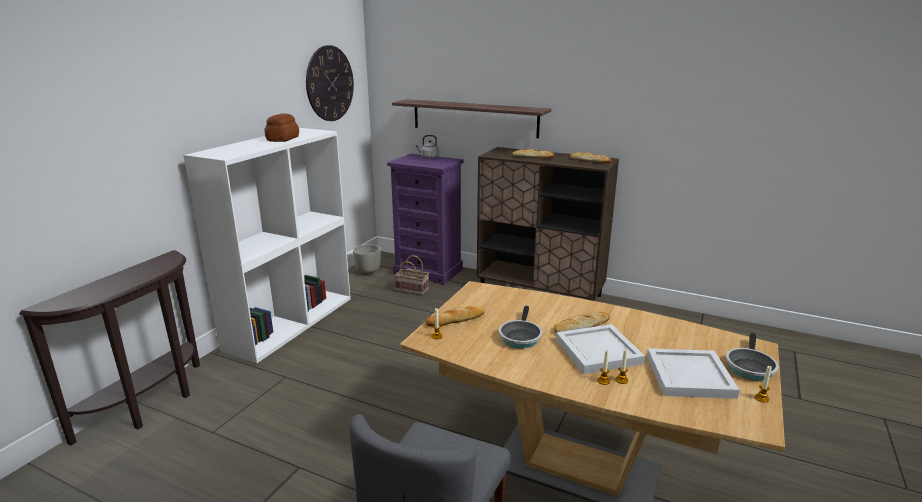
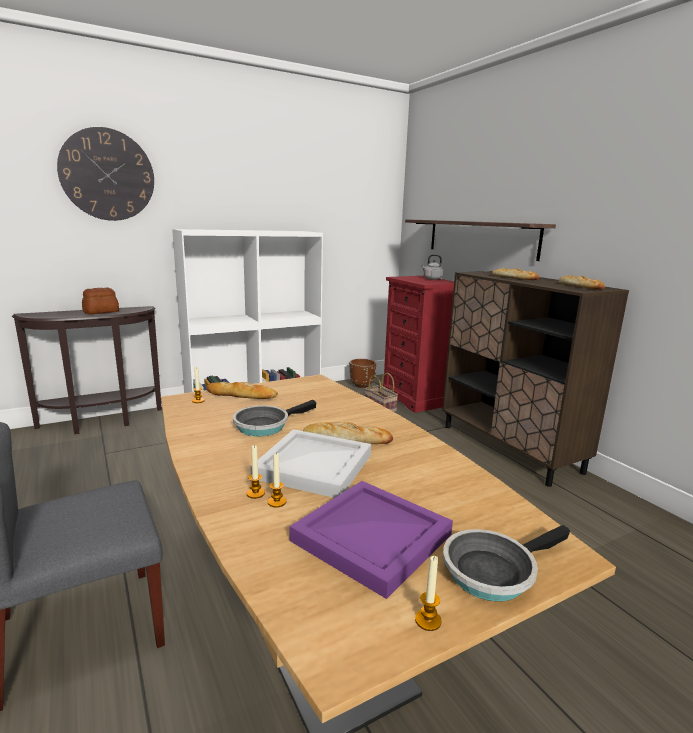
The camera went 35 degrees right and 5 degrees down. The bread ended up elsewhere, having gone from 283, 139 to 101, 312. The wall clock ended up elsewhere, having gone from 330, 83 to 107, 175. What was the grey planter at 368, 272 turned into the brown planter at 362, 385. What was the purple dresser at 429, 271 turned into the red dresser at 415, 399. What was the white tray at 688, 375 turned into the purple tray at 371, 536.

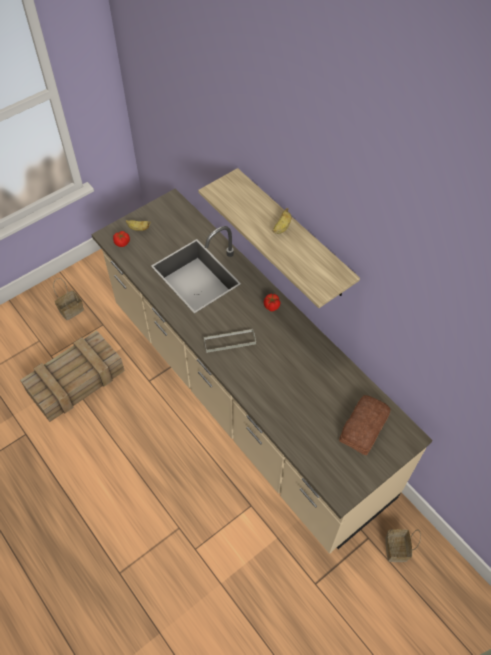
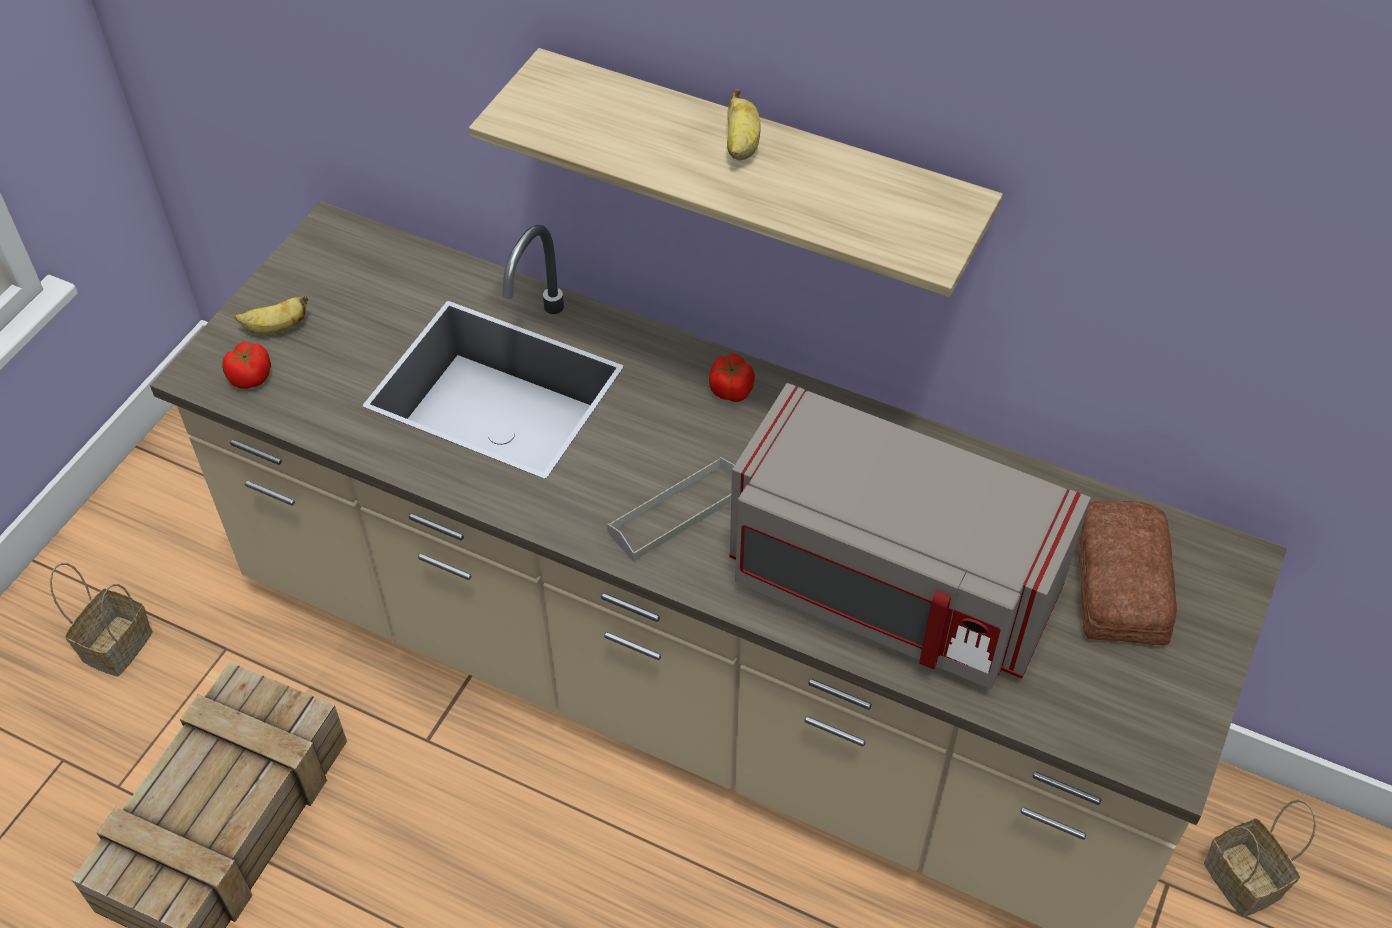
The camera went 25 degrees left and 5 degrees down. The second view gained the grey microwave at 888, 589.

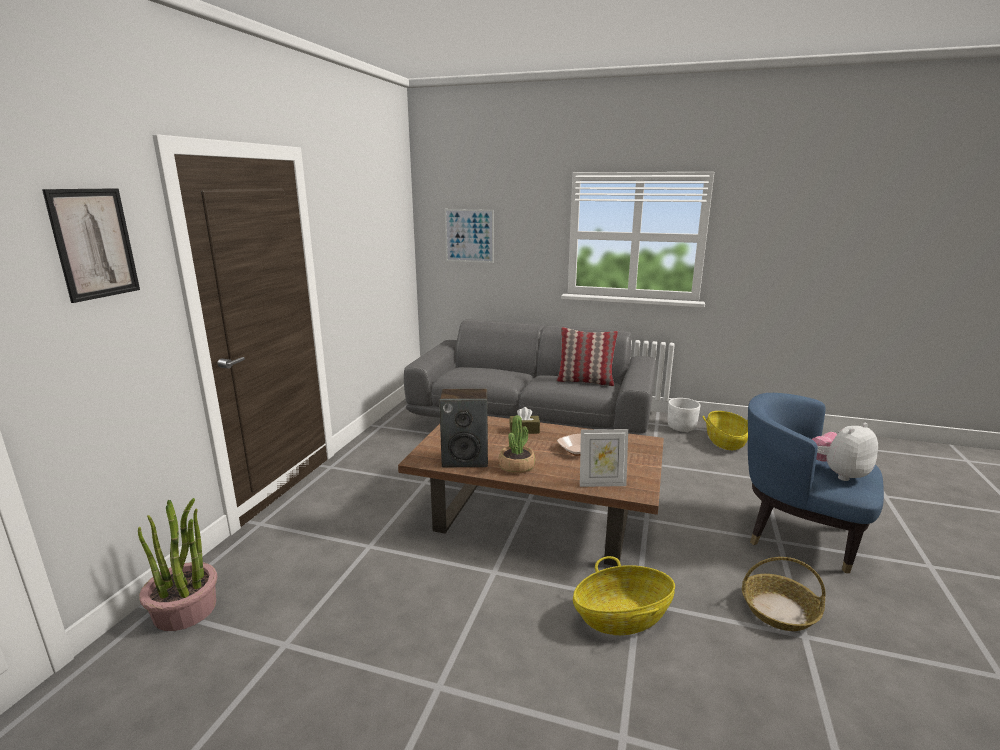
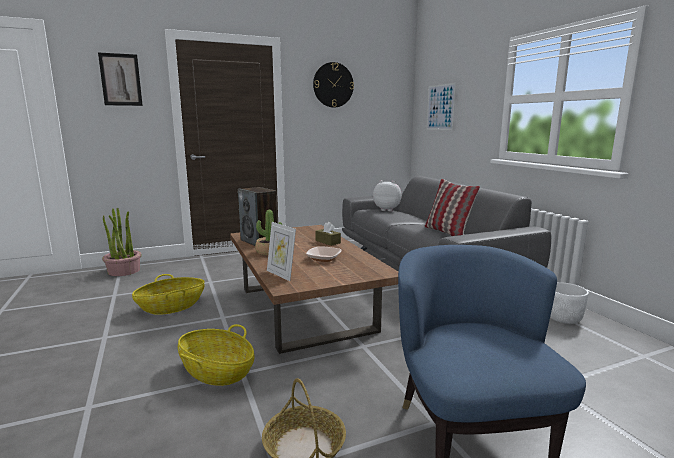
The camera went 50 degrees right and 5 degrees down. The basket ended up elsewhere, having gone from 725, 441 to 171, 307. The plush toy ended up elsewhere, having gone from 838, 473 to 387, 209. The second view gained the wall clock at 333, 85.

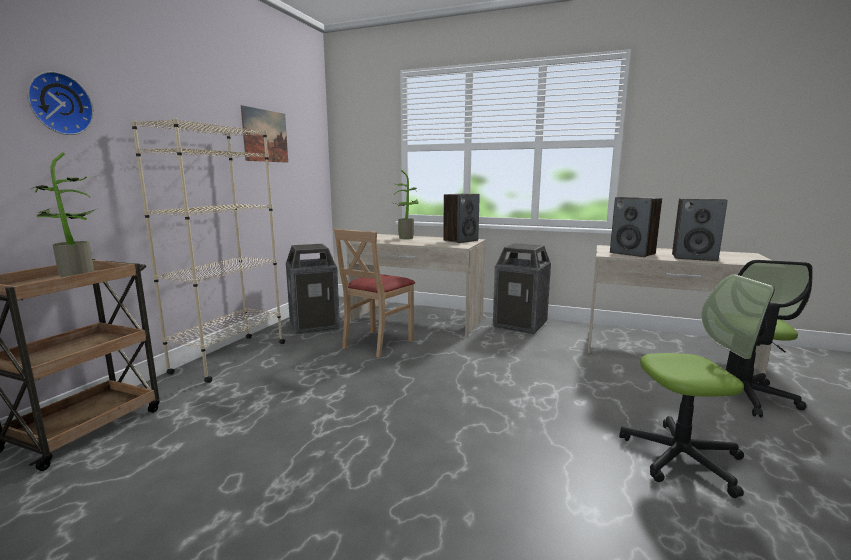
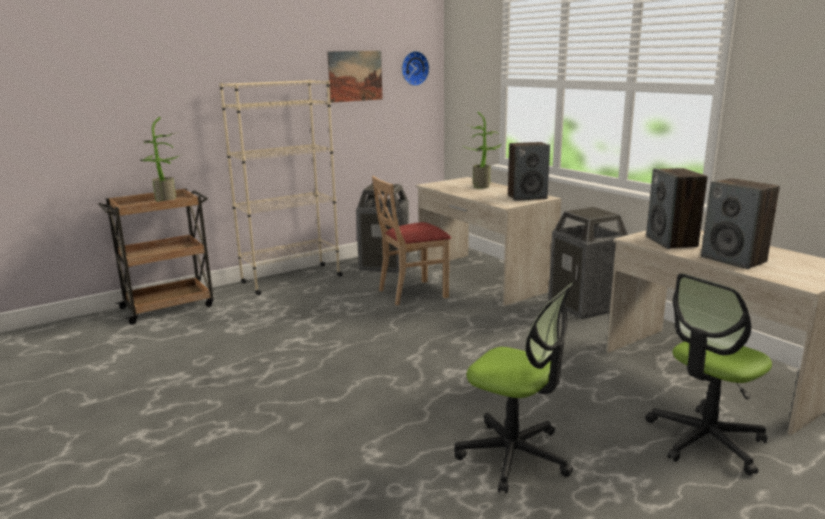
The camera went 35 degrees right and 5 degrees up. The wall clock ended up elsewhere, having gone from 59, 104 to 413, 68.

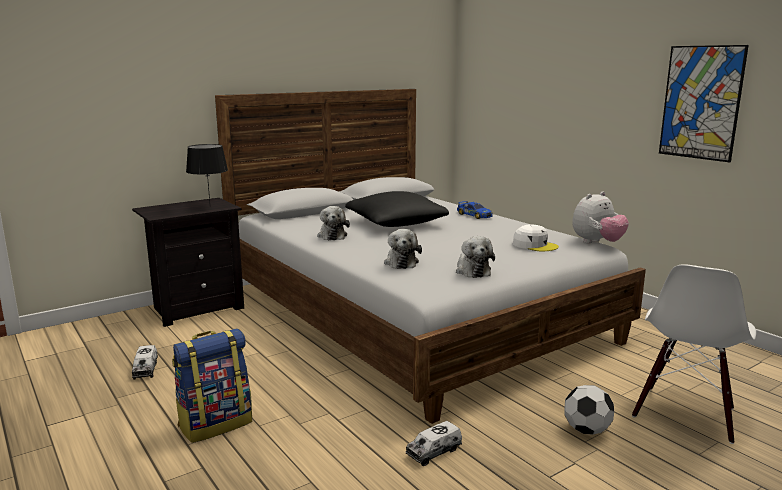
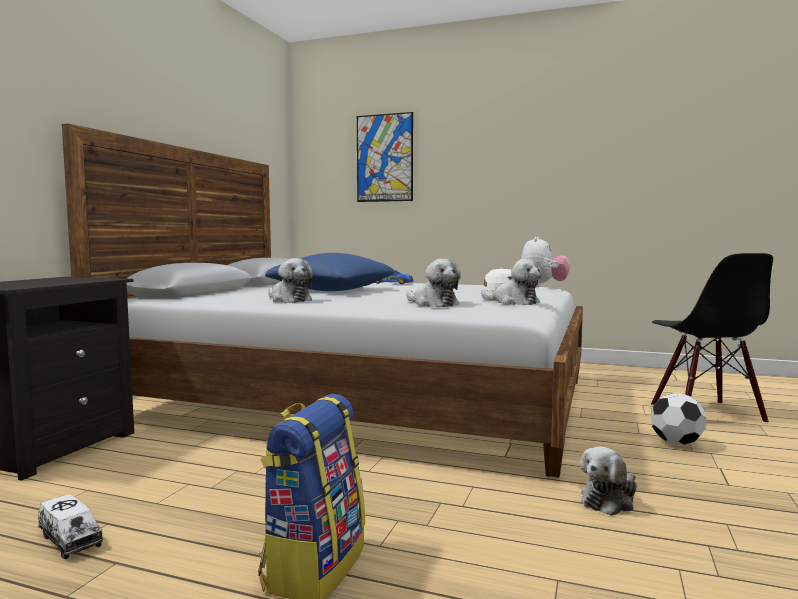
The camera went 35 degrees left and 10 degrees down. The second view lost the black table lamp at 209, 206. What was the black pillow at 395, 223 turned into the blue pillow at 332, 290. Where the toy truck stood at 434, 452, the plush toy came to stand at 609, 500. What was the white chair at 685, 413 turned into the black chair at 705, 414. The picture ended up elsewhere, having gone from 701, 102 to 384, 158.

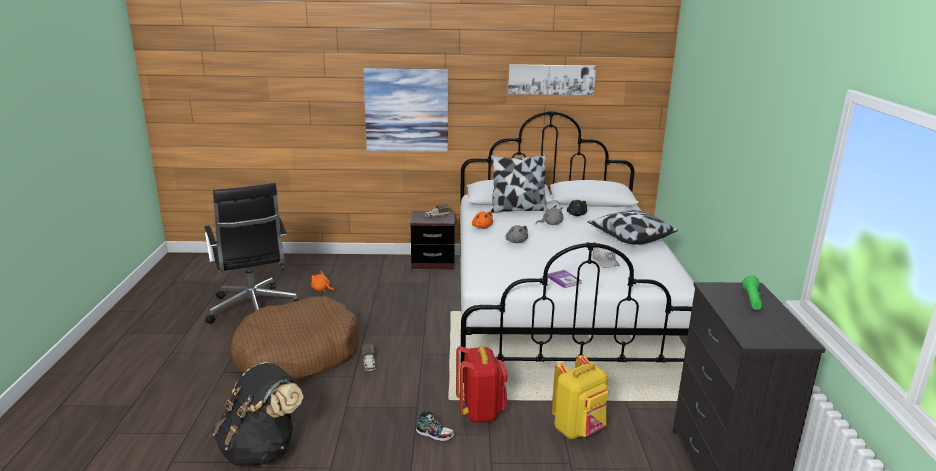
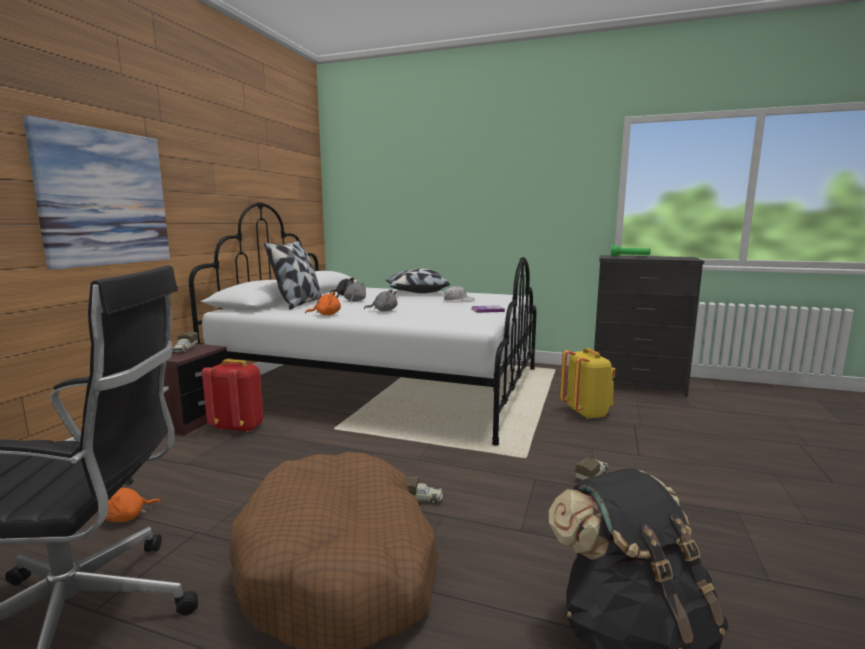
The camera went 70 degrees left and 10 degrees down. Where the shoe stood at 435, 435, the toy truck came to stand at 592, 475. The red backpack ended up elsewhere, having gone from 481, 412 to 238, 427. The second view lost the picture at 551, 79.

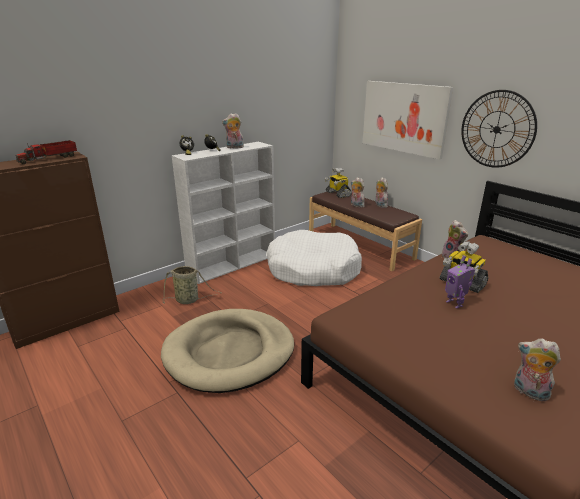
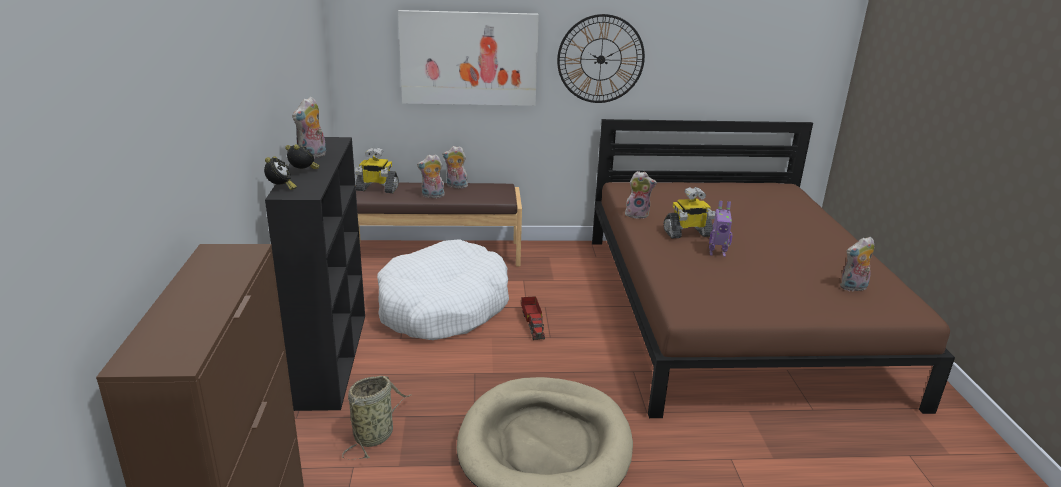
The camera went 55 degrees left and 0 degrees up. The toy truck ended up elsewhere, having gone from 50, 158 to 533, 323. What was the white bookcase at 233, 264 turned into the black bookcase at 332, 357.

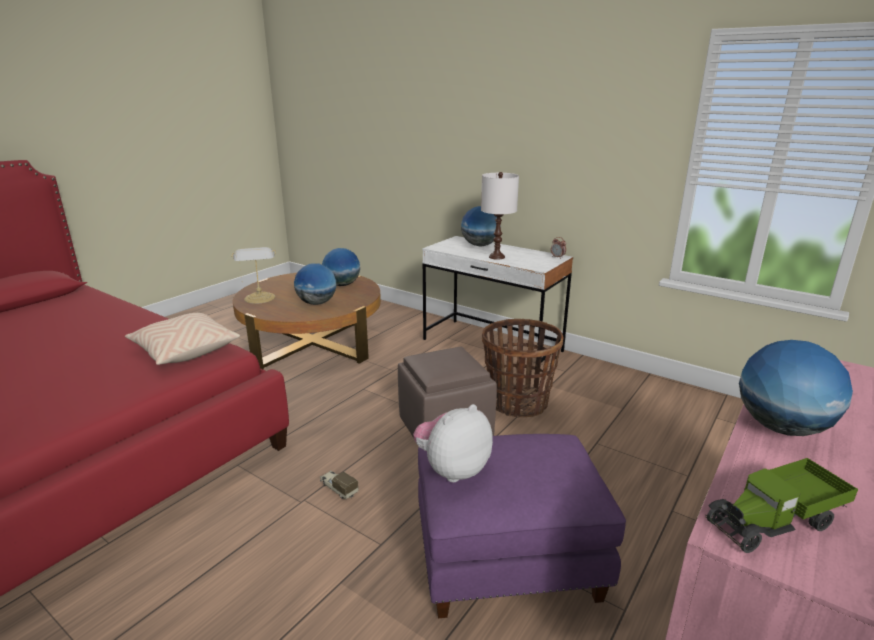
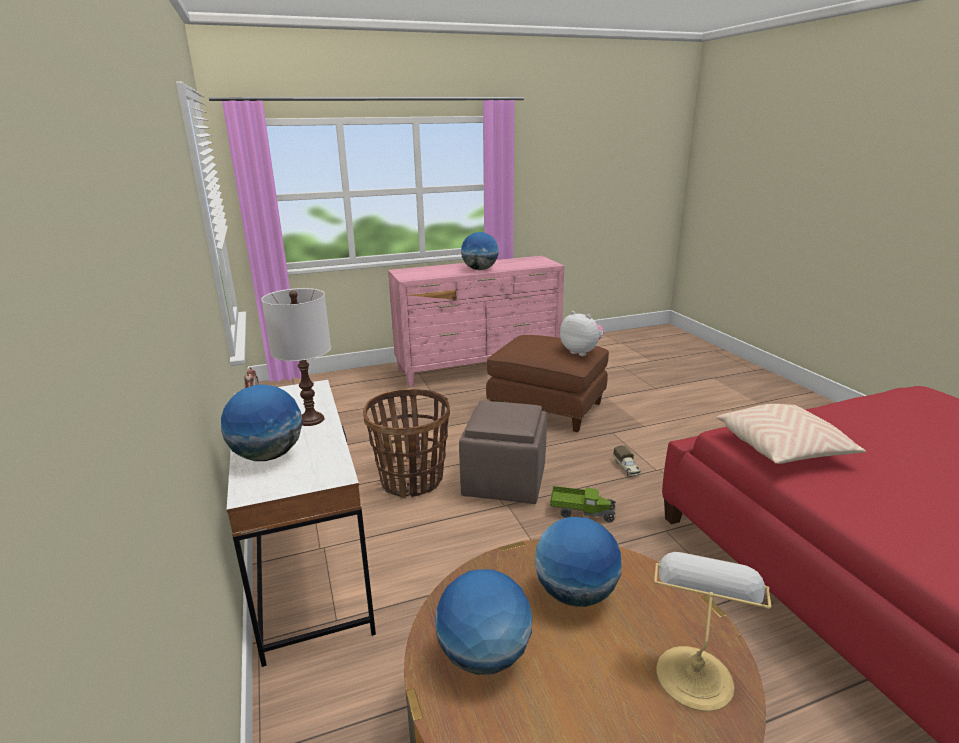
The camera went 145 degrees left and 0 degrees up. The plush toy at 452, 469 ended up facing another way, 135 degrees counterclockwise from before. What was the purple ottoman at 508, 558 turned into the brown ottoman at 546, 408. The toy truck ended up elsewhere, having gone from 775, 521 to 581, 512.

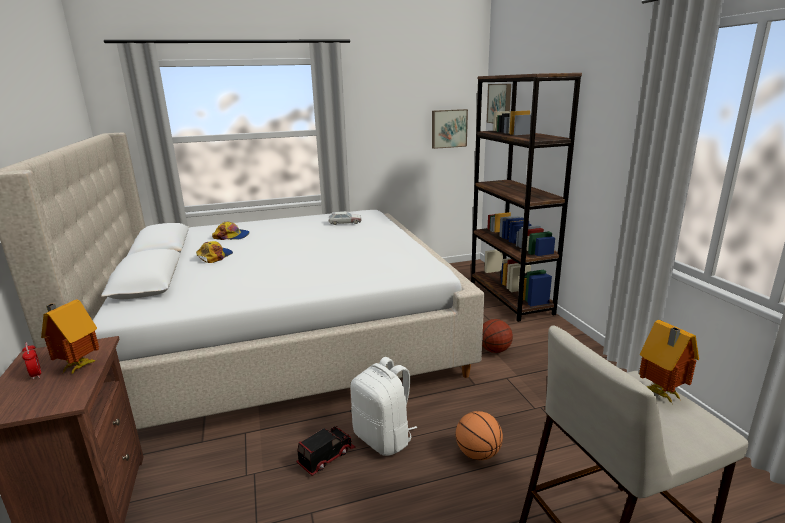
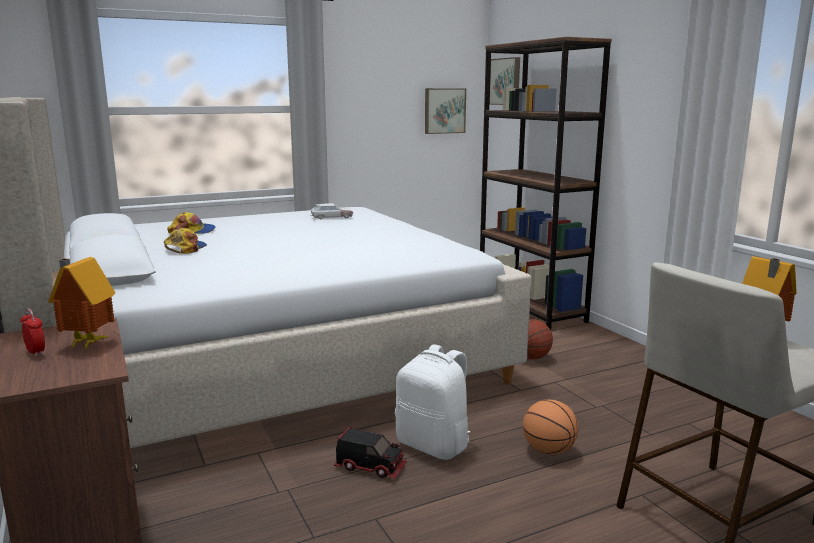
The camera went 10 degrees left and 5 degrees down. The toy truck at 326, 456 ended up facing another way, 75 degrees clockwise from before.

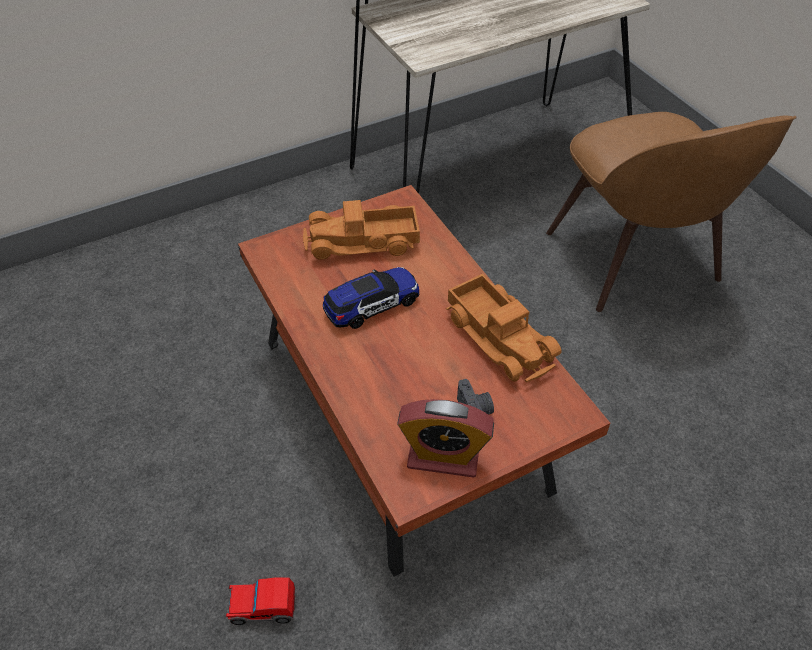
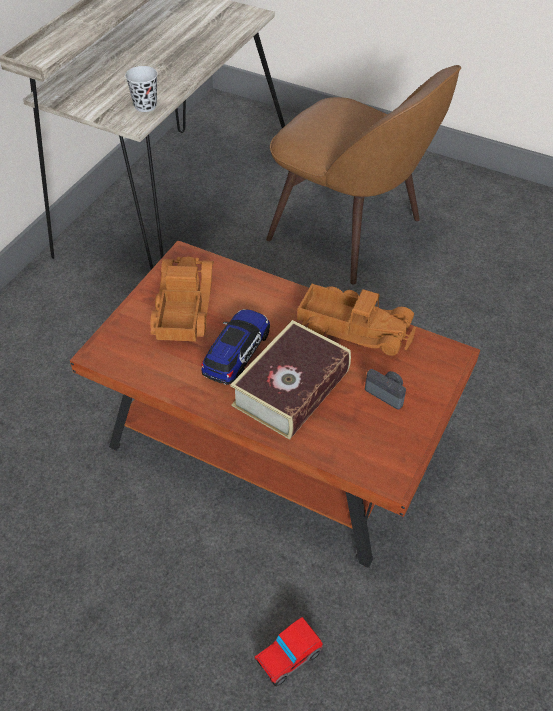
The camera went 35 degrees left and 0 degrees up. The toy truck at 363, 243 ended up facing another way, 135 degrees clockwise from before. The second view lost the alarm clock at 443, 457. The second view gained the black cup at 145, 106. The second view gained the book at 291, 388.

